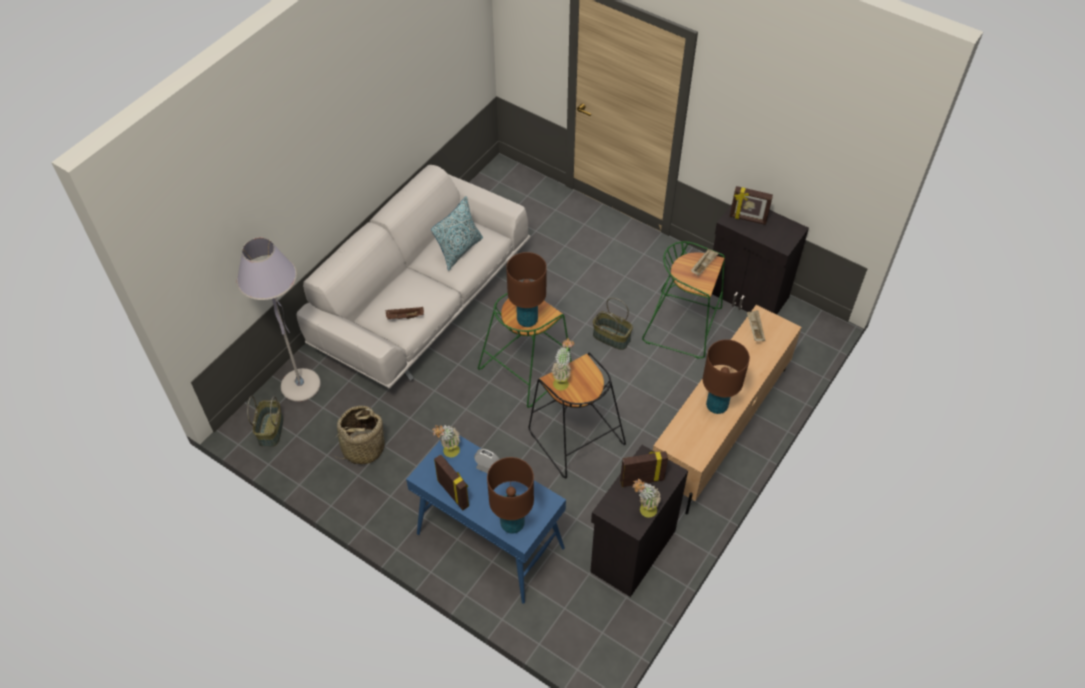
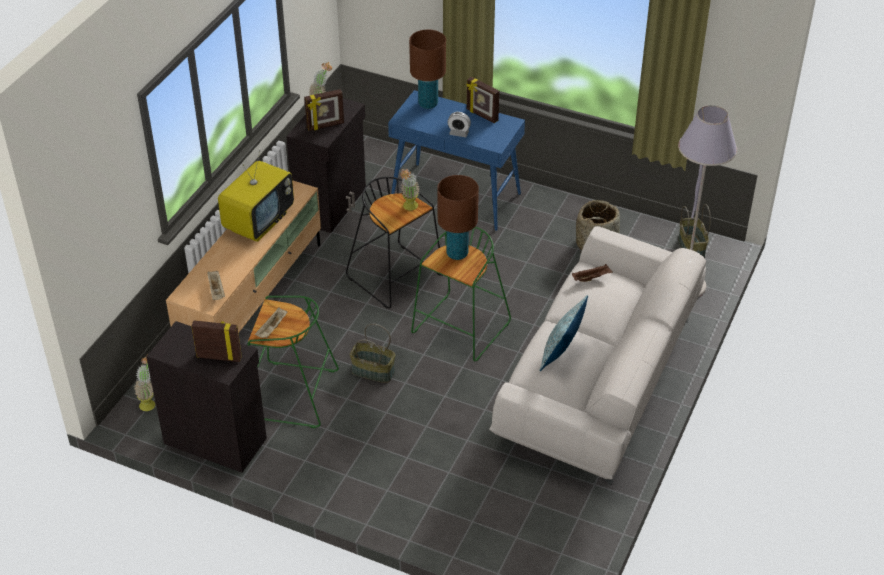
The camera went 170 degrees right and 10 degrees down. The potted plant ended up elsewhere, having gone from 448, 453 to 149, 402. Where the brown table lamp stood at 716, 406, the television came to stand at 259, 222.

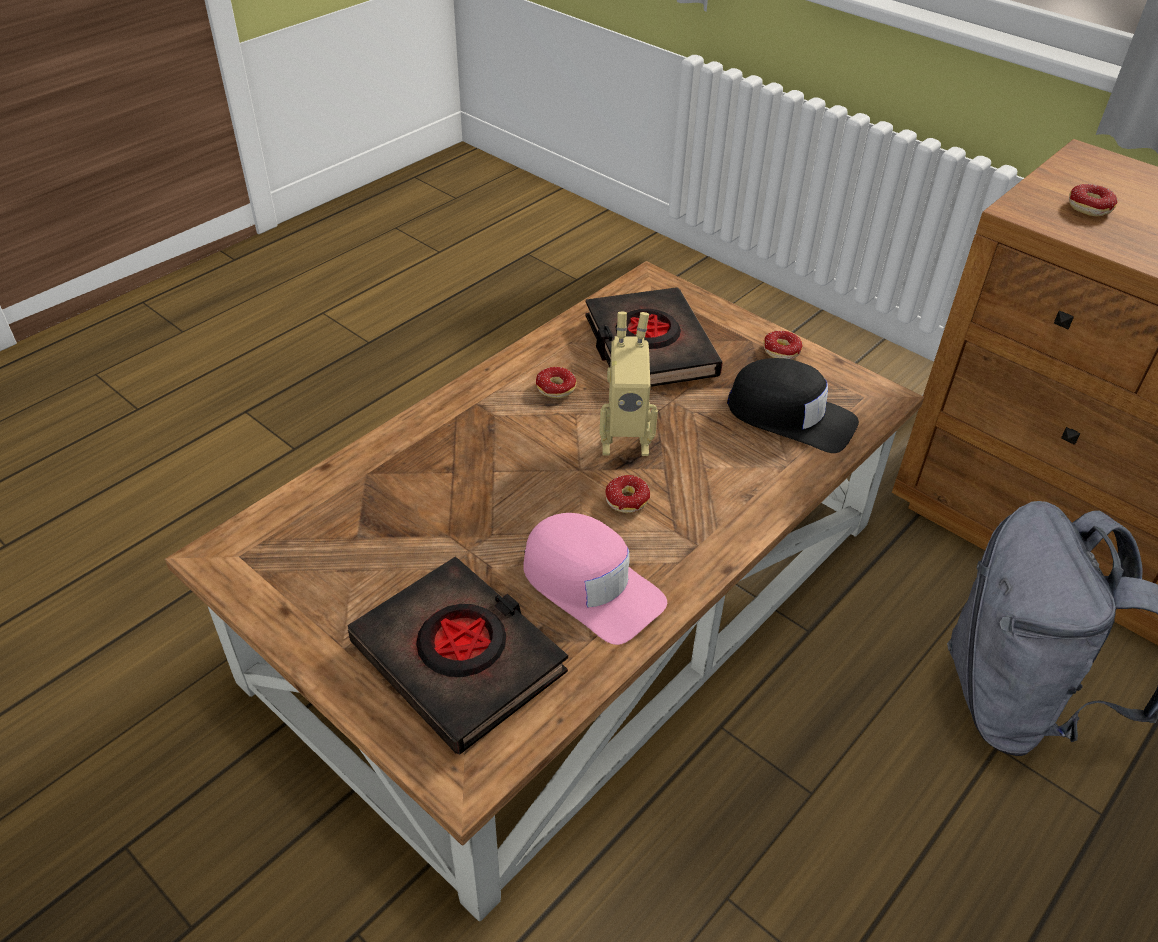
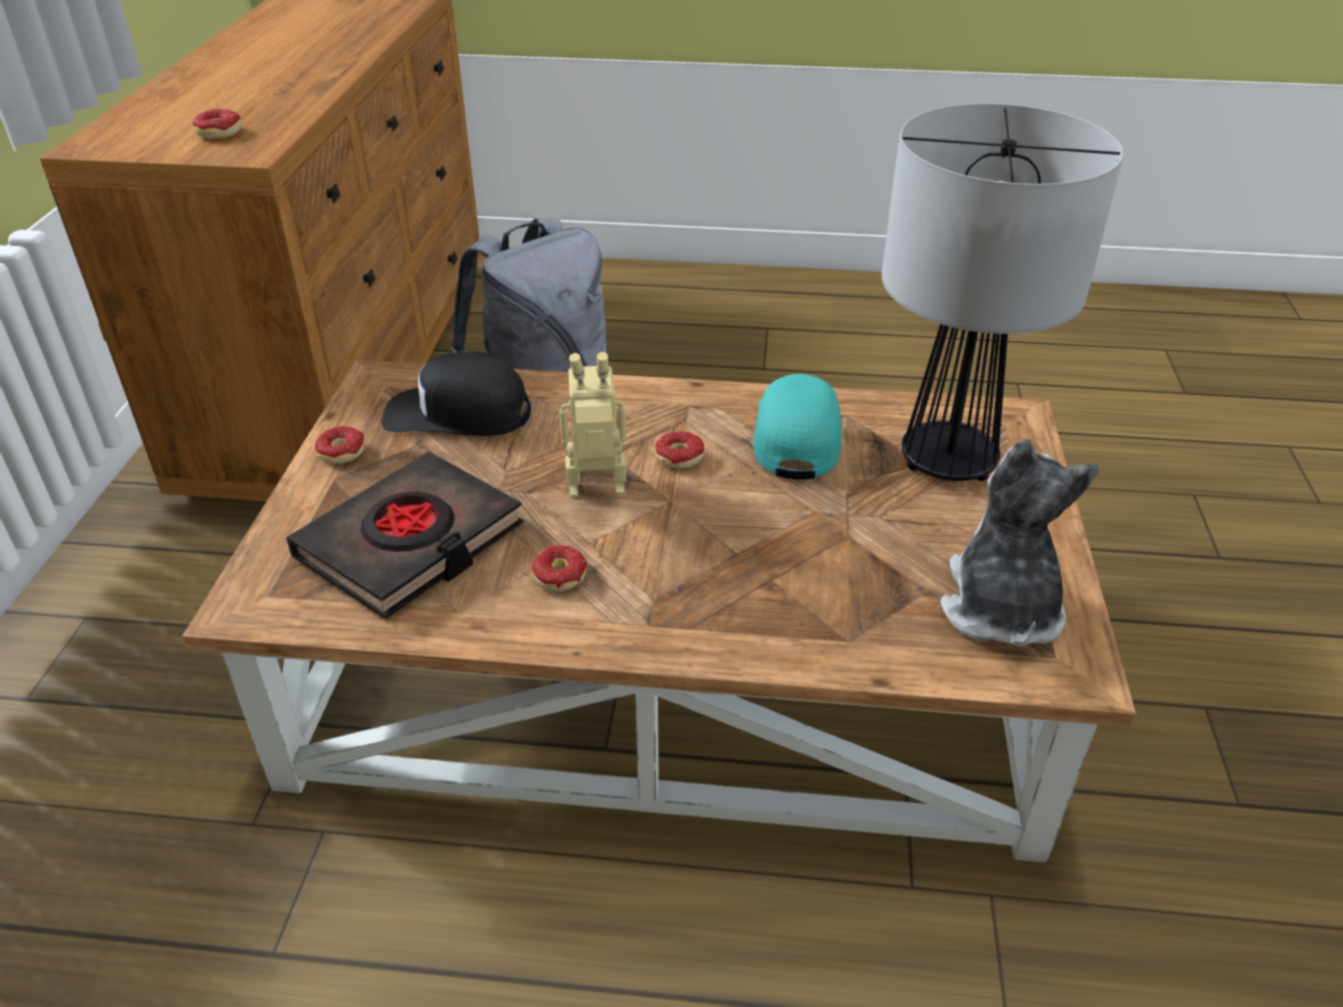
The camera went 125 degrees left and 5 degrees down. Where the black book stood at 459, 658, the table lamp came to stand at 946, 463. What was the pink cap at 590, 585 turned into the turquoise cap at 796, 436. The toy robot at 624, 440 ended up facing another way, 60 degrees counterclockwise from before. The black cap at 791, 416 ended up facing another way, 75 degrees counterclockwise from before. The second view gained the plush toy at 1000, 608.

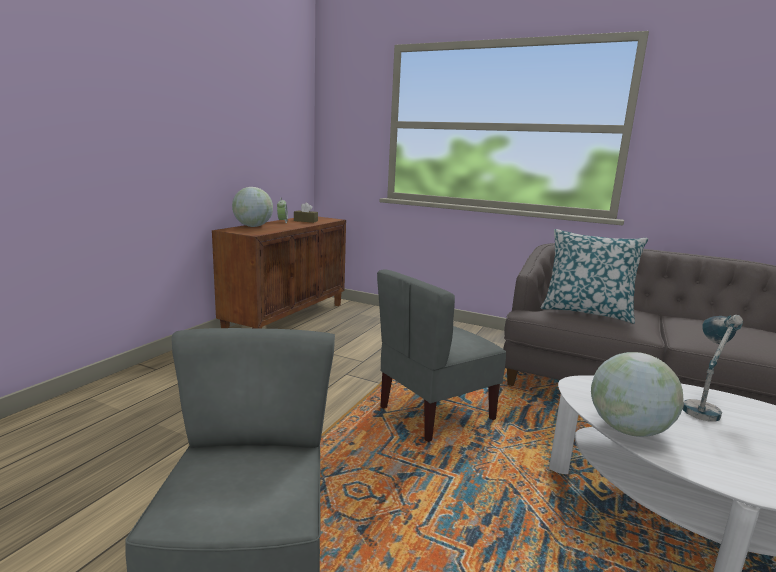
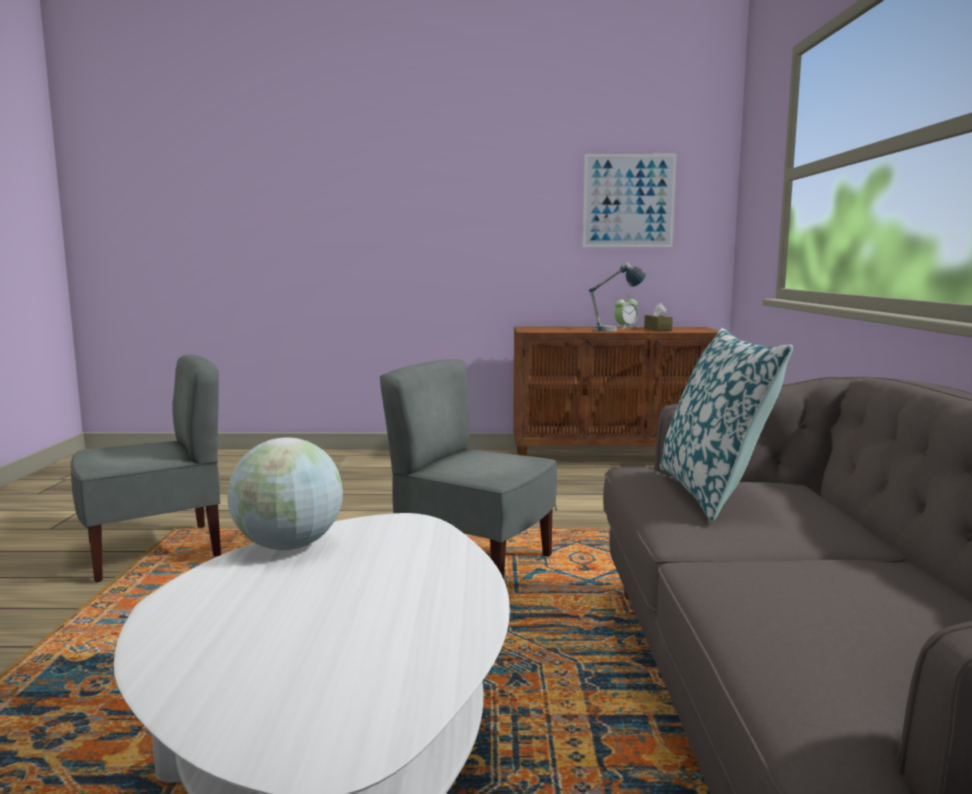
The camera went 65 degrees right and 5 degrees down. The second view lost the globe at 253, 226. The table lamp ended up elsewhere, having gone from 701, 407 to 615, 330. The second view gained the picture at 628, 201.

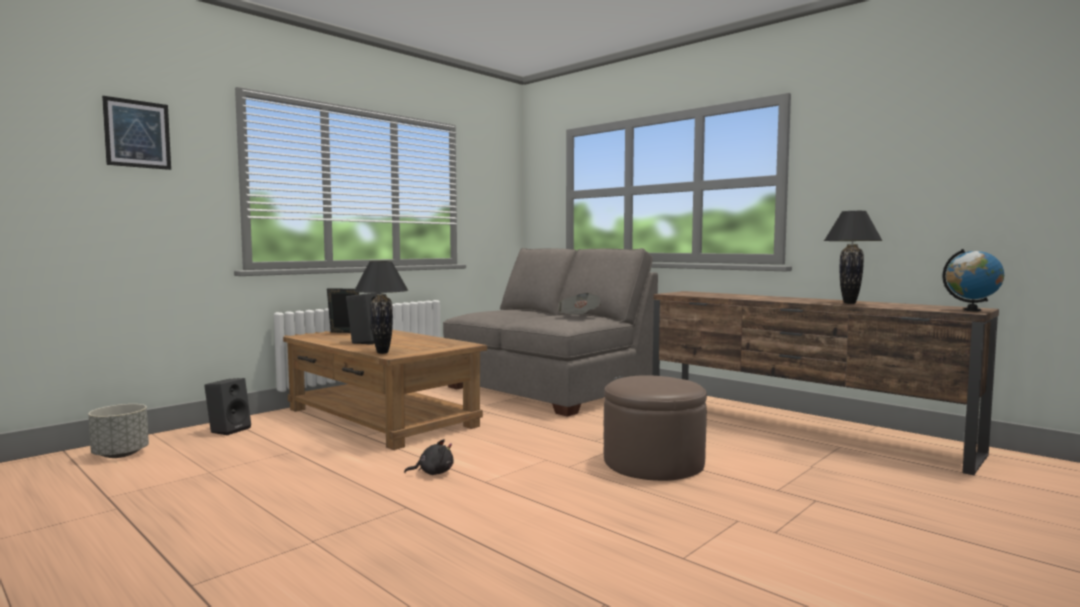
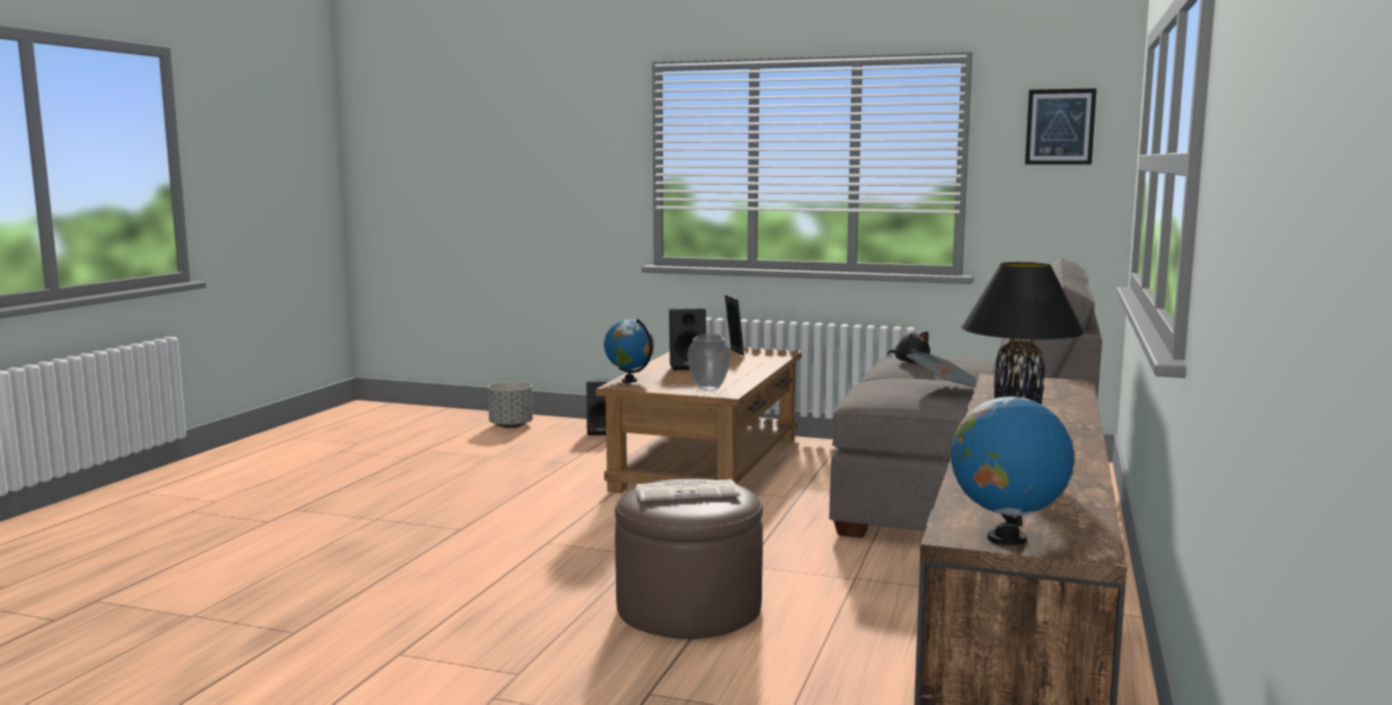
The camera went 65 degrees right and 5 degrees up. The picture ended up elsewhere, having gone from 137, 134 to 1060, 127. Where the black table lamp stood at 382, 352, the globe came to stand at 629, 380. The black plush toy ended up elsewhere, having gone from 433, 473 to 910, 361. The second view gained the newspaper at 688, 492. The second view gained the vase at 709, 389.

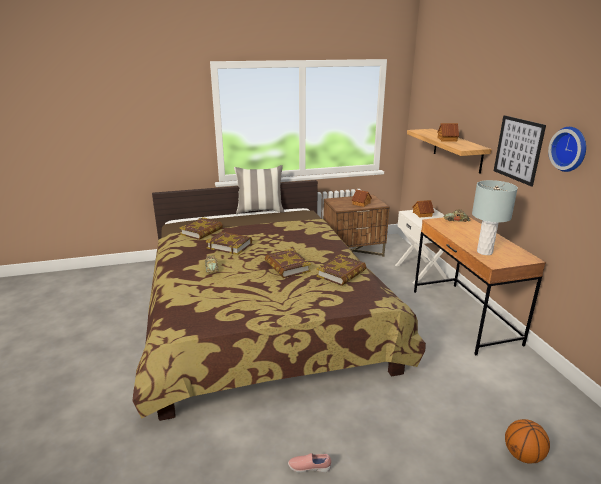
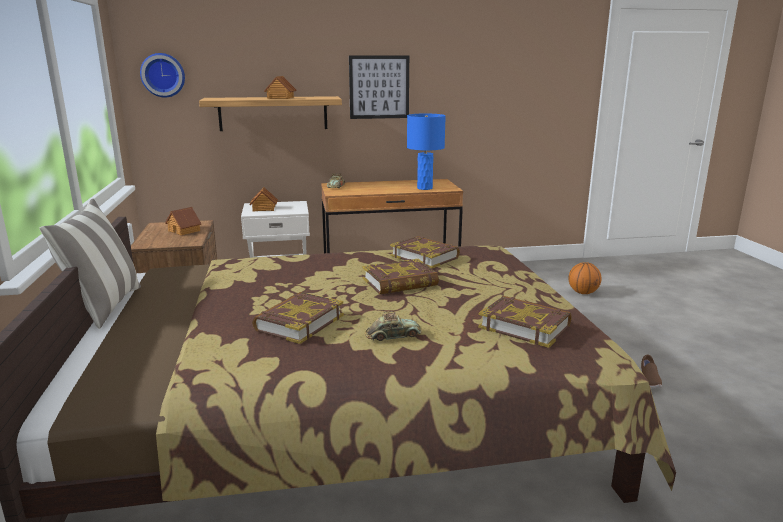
The camera went 85 degrees left and 5 degrees down. The book ended up elsewhere, having gone from 202, 231 to 524, 326. What was the pink shoe at 309, 467 turned into the brown shoe at 649, 380. What was the grey table lamp at 484, 252 turned into the blue table lamp at 424, 188. The wall clock ended up elsewhere, having gone from 570, 149 to 163, 75.

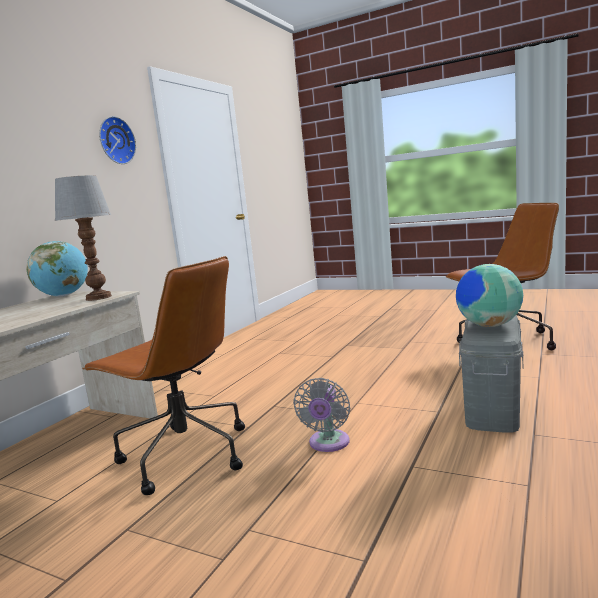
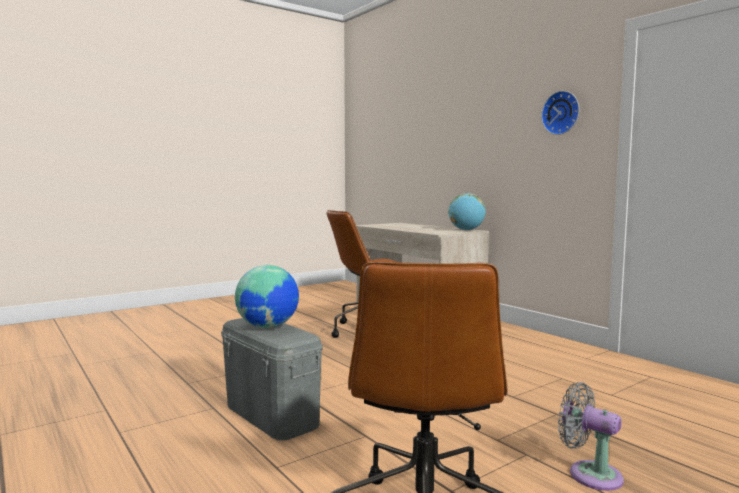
The camera went 115 degrees right and 5 degrees down. The second view lost the table lamp at 98, 297. The grey fan ended up elsewhere, having gone from 328, 444 to 590, 474.

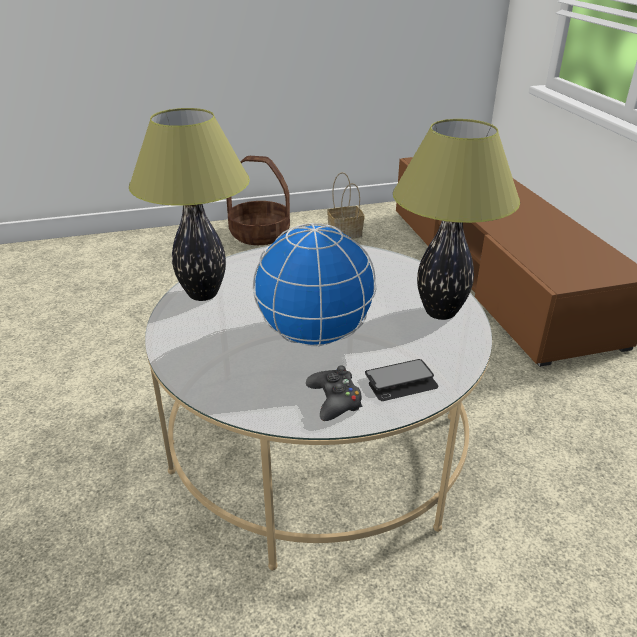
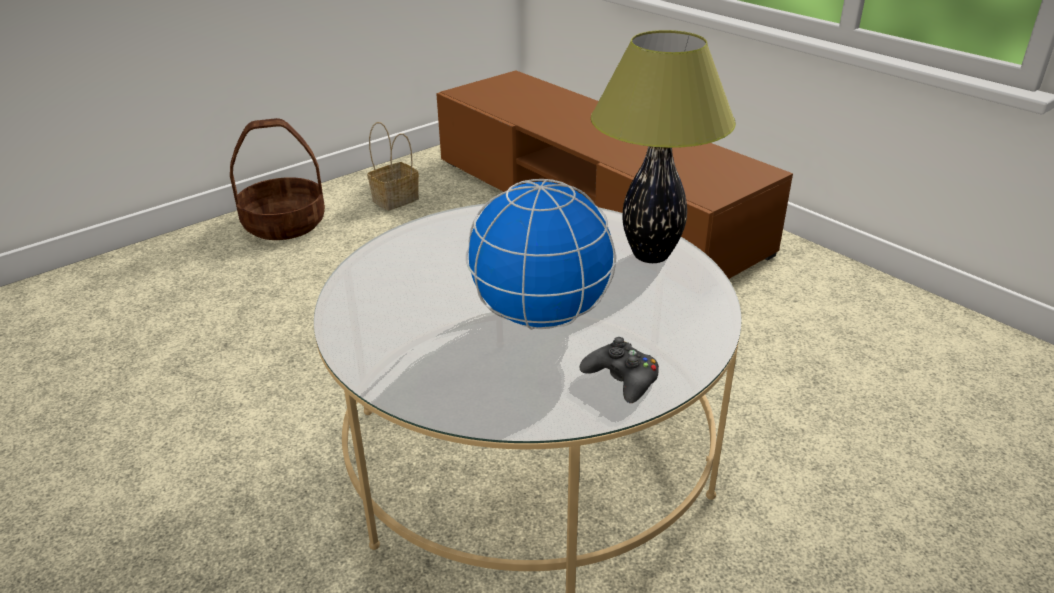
The camera went 25 degrees left and 0 degrees up. The second view lost the table lamp at 203, 294. The second view lost the phone at 401, 382.

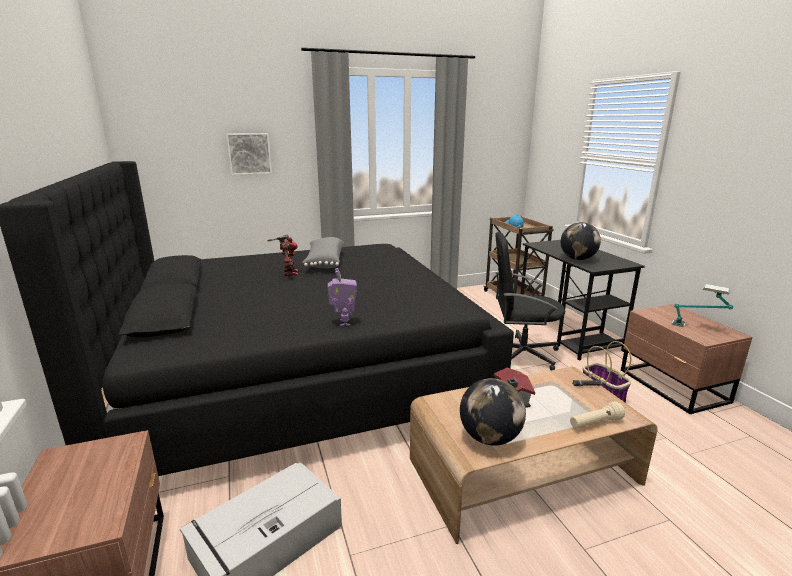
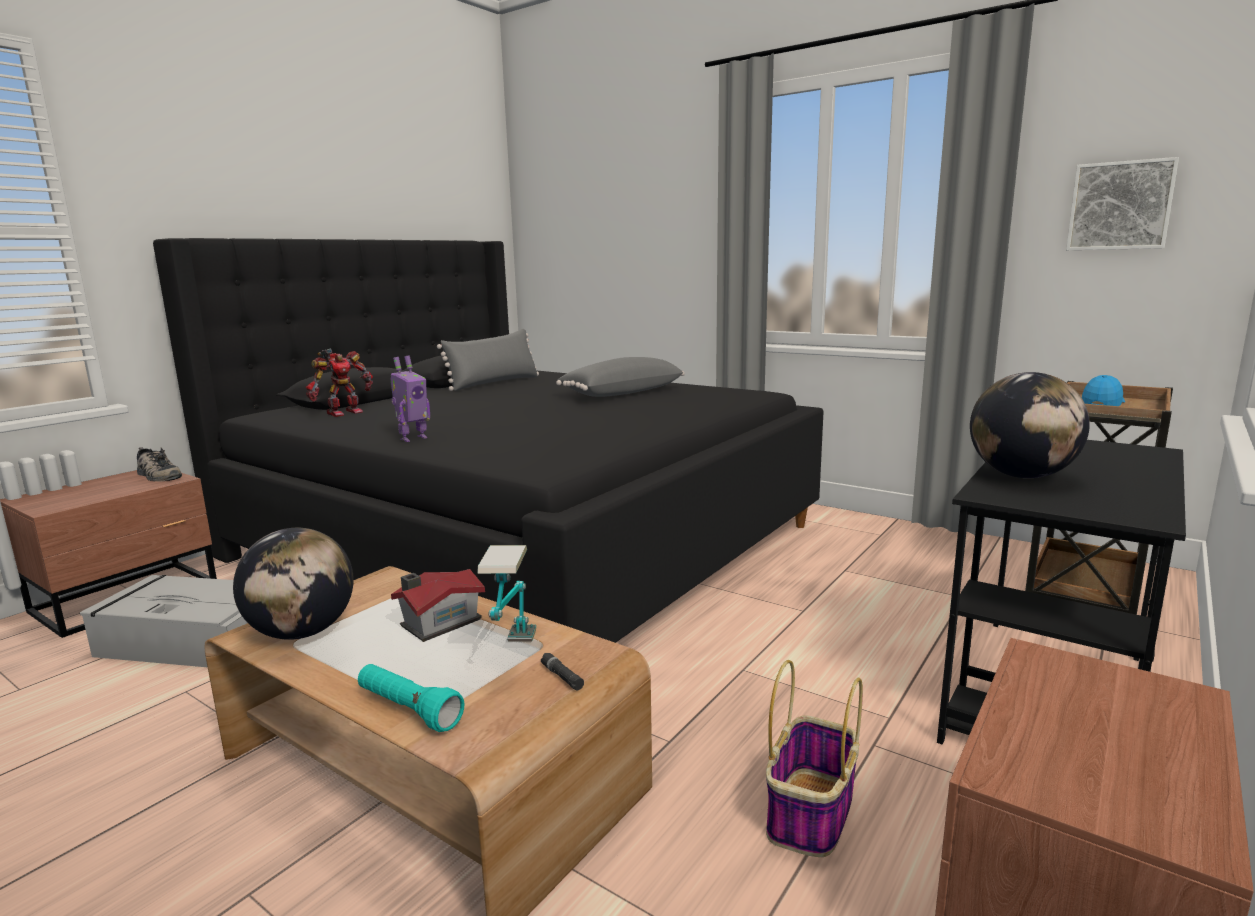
The camera went 55 degrees right and 5 degrees down. The picture ended up elsewhere, having gone from 249, 153 to 1120, 206. The toy robot ended up elsewhere, having gone from 289, 273 to 343, 412. The second view lost the black office chair at 521, 354. What was the beige flashlight at 595, 423 turned into the turquoise flashlight at 408, 710. The table lamp ended up elsewhere, having gone from 697, 328 to 514, 656. The second view gained the shoe at 157, 475. The second view gained the grey pillow at 494, 383.

